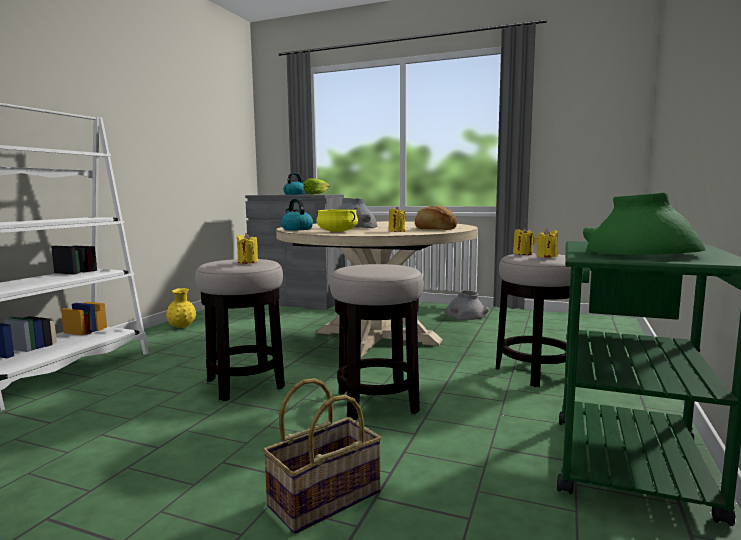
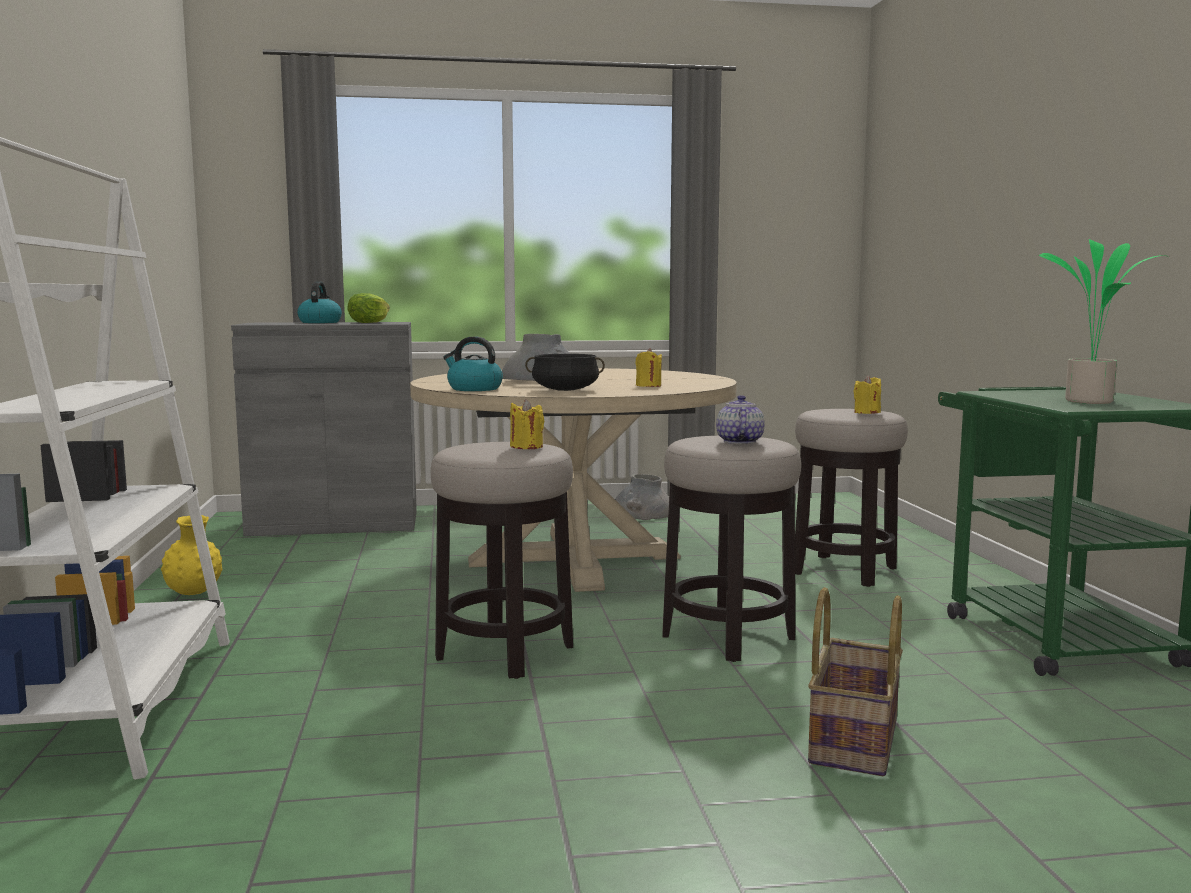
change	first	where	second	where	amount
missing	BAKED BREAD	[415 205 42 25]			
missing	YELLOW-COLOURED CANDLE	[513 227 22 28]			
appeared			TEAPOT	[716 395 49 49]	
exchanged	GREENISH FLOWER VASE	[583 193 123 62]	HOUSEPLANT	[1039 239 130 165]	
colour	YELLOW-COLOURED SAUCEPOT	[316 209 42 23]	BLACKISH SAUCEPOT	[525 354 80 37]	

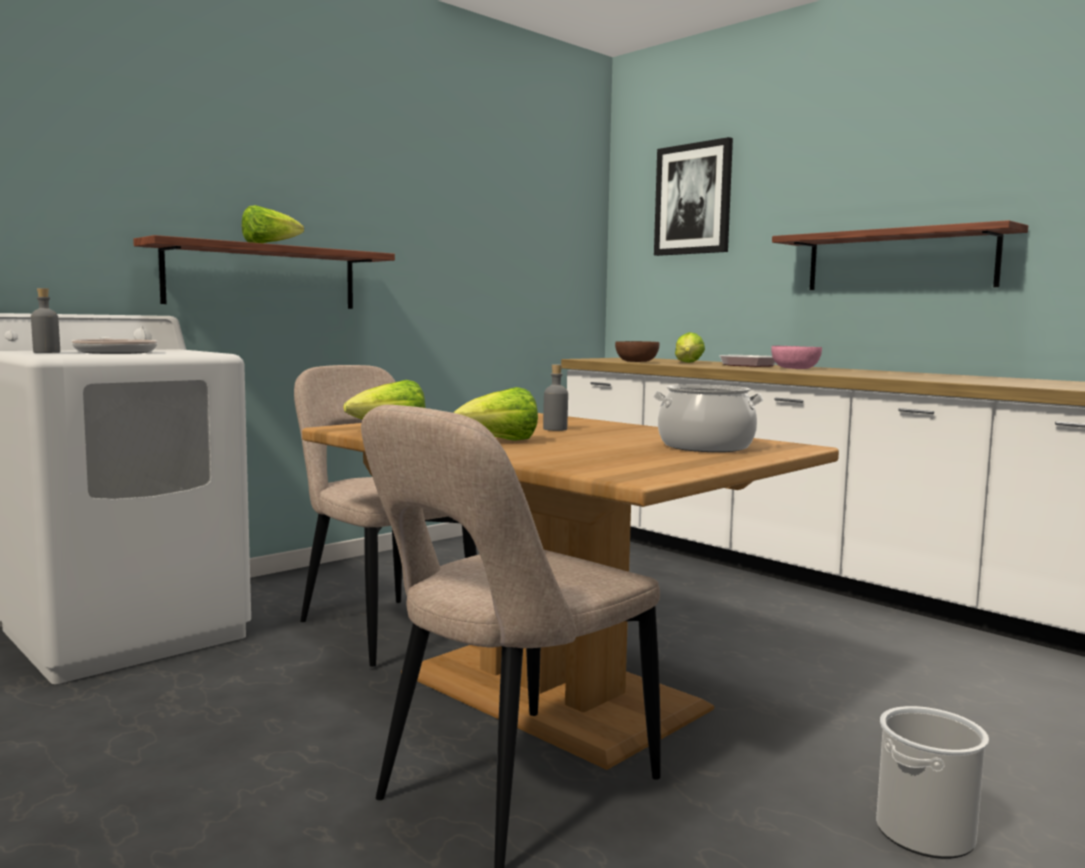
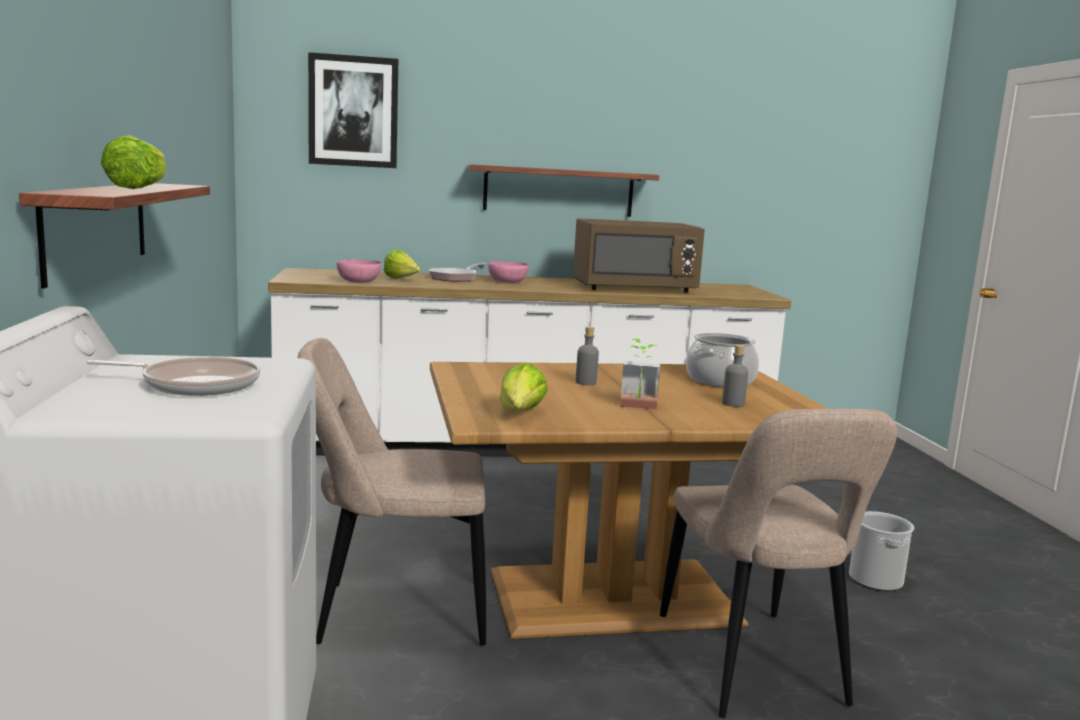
change	first	where	second	where	amount
appeared			BROWN-COLOURED MICROWAVE OVEN	[573 218 132 74]	
relocated	GREY BEVERAGE BOTTLE	[31 288 29 65]		[722 345 26 62]	
exchanged	HEAD OF LETTUCE	[453 387 85 54]	HOUSEPLANT	[620 339 40 71]	
colour	BROWN-COLOURED BOWL	[615 341 44 21]	PINKISH BOWL	[337 259 44 24]	

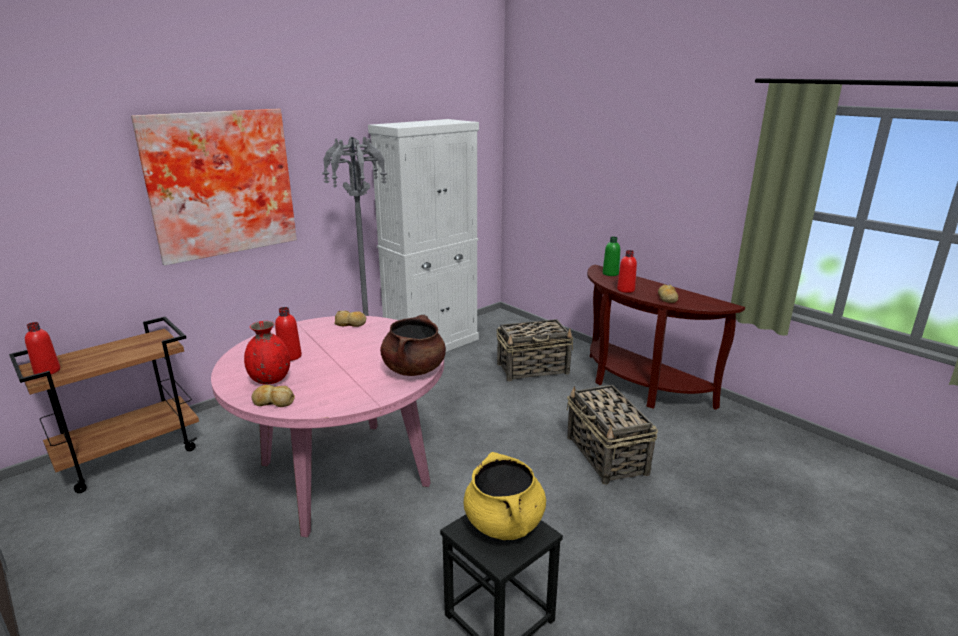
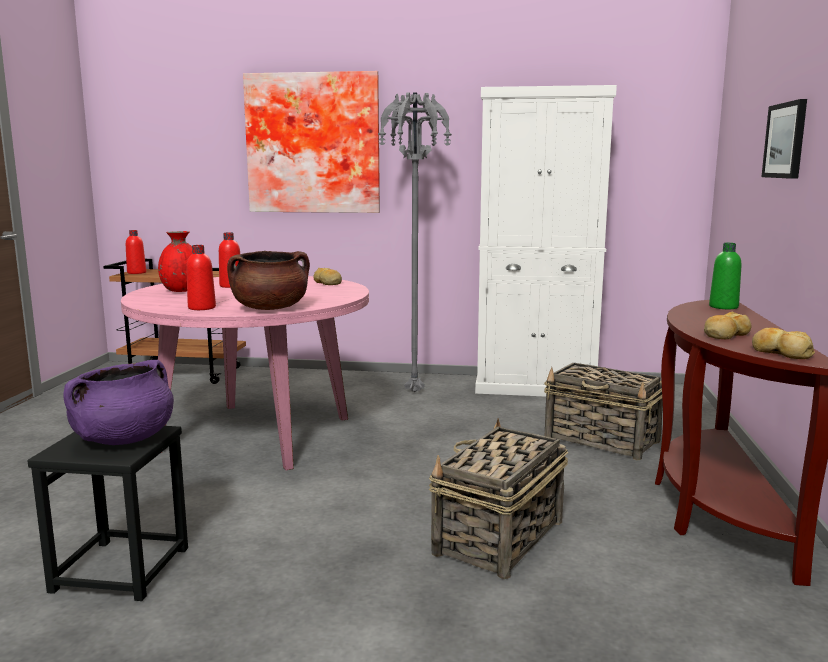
change	first	where	second	where	amount
appeared			PICTURE	[761 99 46 80]	
relocated	BAKED BREAD	[252 385 43 22]		[752 328 63 31]	
relocated	RED BEVERAGE BOTTLE	[617 250 20 43]		[186 245 30 65]	
colour	YELLOW-COLOURED SAUCEPOT	[463 452 83 88]	PURPLE-COLOURED SAUCEPOT	[63 360 111 85]	

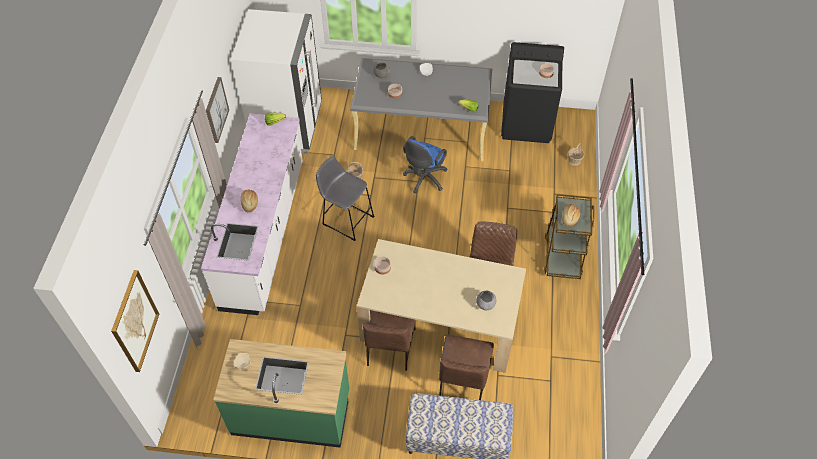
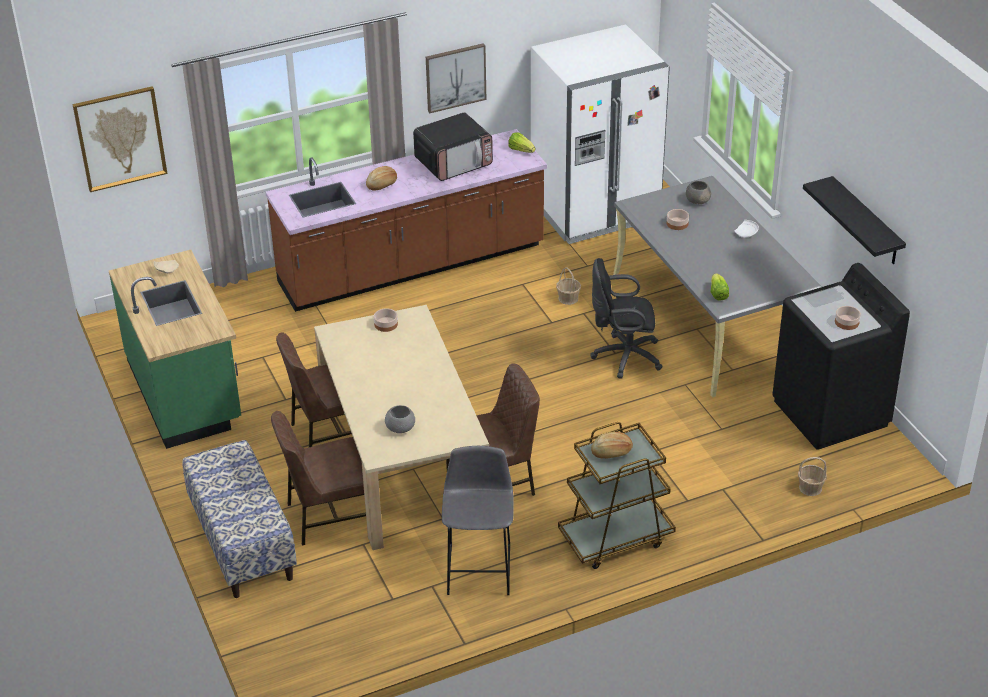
change	first	where	second	where	amount
appeared			MICROWAVE OVEN	[413 113 80 68]	
appeared			BLACKISH BRACKET SHELF	[803 176 103 88]	
relocated	GREY SITTING STOOL	[316 156 59 85]		[442 446 72 149]	
colour	WHITE-COLOURED COUNTER	[201 114 102 201]	BROWN-COLOURED COUNTER	[266 129 281 183]	
colour	BLUISH OFFICE CHAIR	[403 136 45 58]	BLACKISH OFFICE CHAIR	[590 258 73 121]	

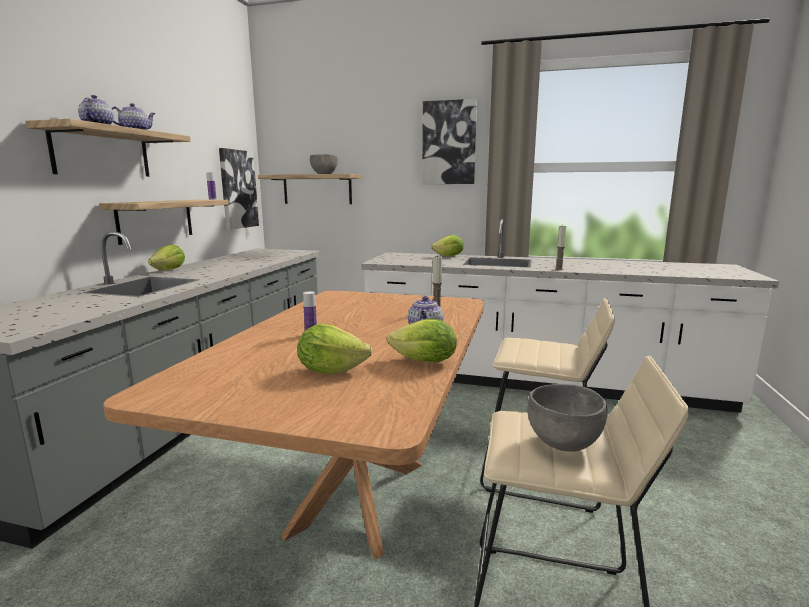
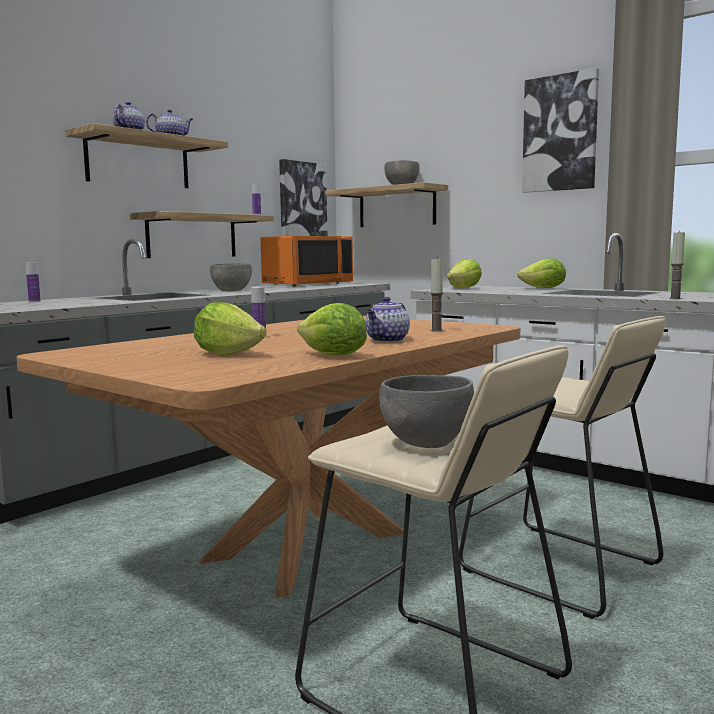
change	first	where	second	where	amount
appeared			BEVERAGE BOTTLE	[26 262 15 40]	
appeared			GREY BOWL	[210 263 42 28]	
appeared			ORANGE MICROWAVE OVEN	[260 236 93 50]	
relocated	HEAD OF LETTUCE	[148 245 37 25]		[447 259 35 29]	

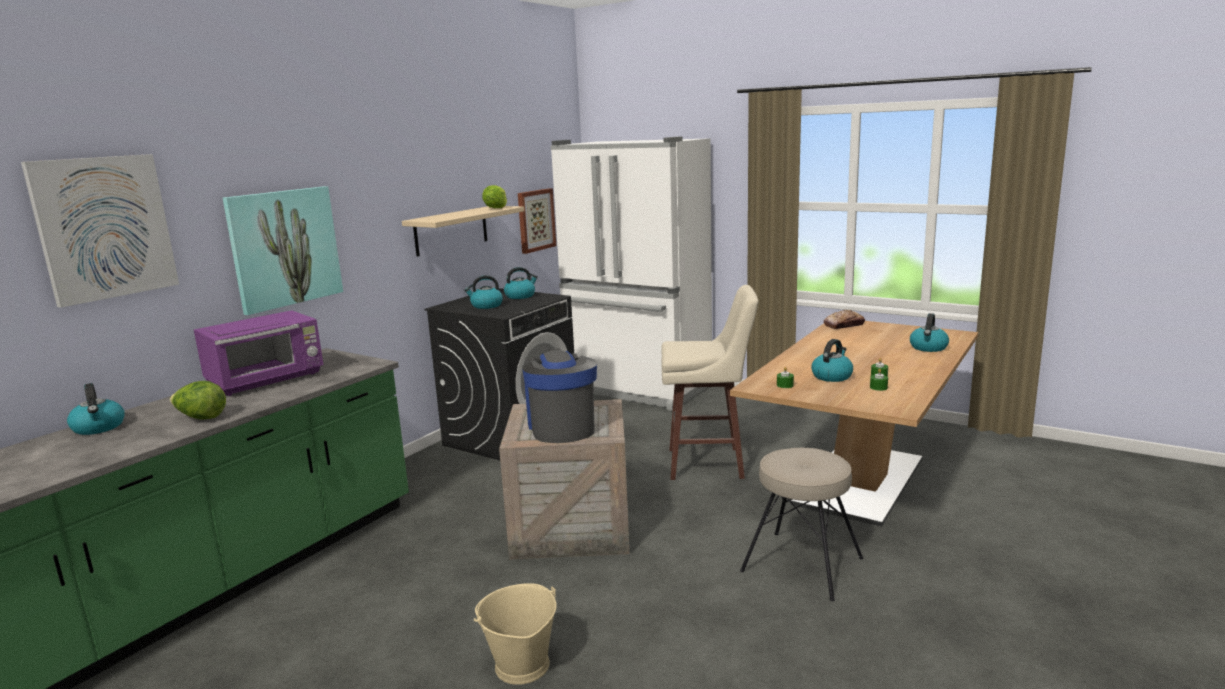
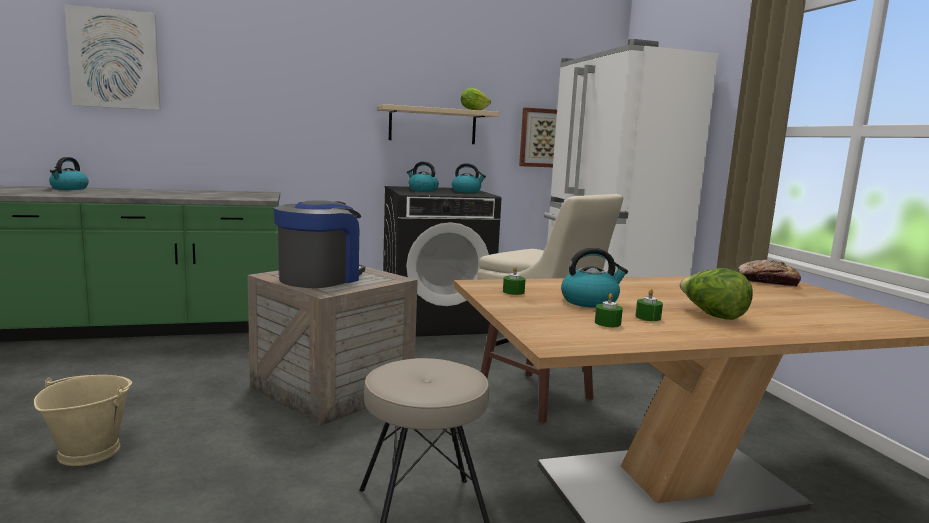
change	first	where	second	where	amount
missing	PURPLE-COLOURED MICROWAVE OVEN	[194 310 129 86]			
missing	PICTURE	[223 186 120 129]			
missing	WATER KETTLE	[910 313 39 39]			
relocated	HEAD OF LETTUCE	[170 381 56 39]		[679 268 74 52]	

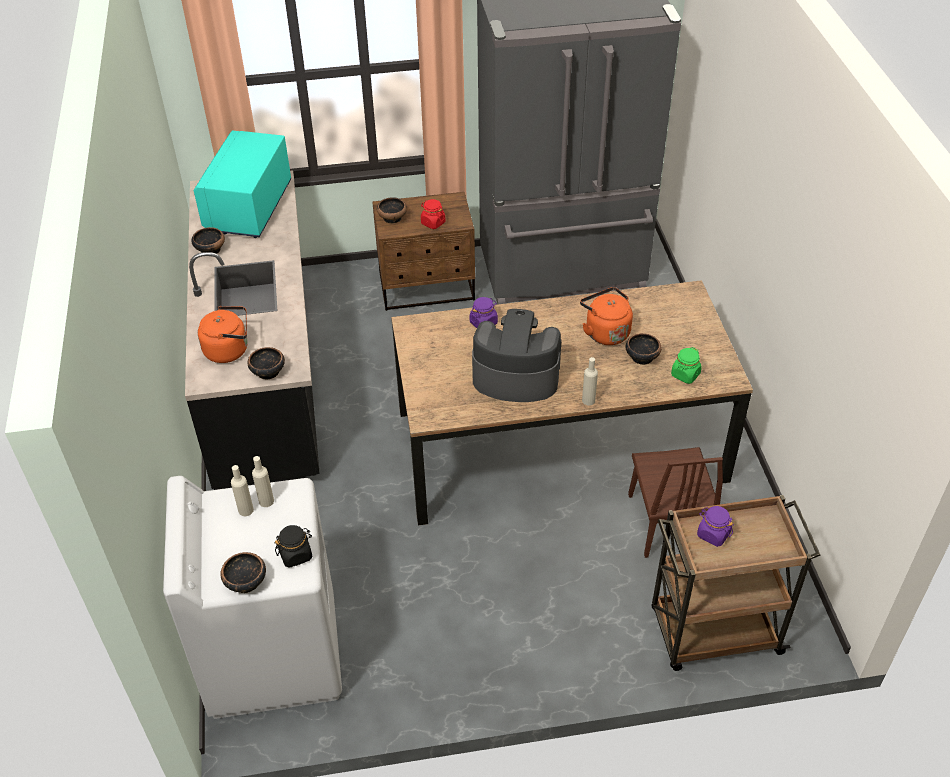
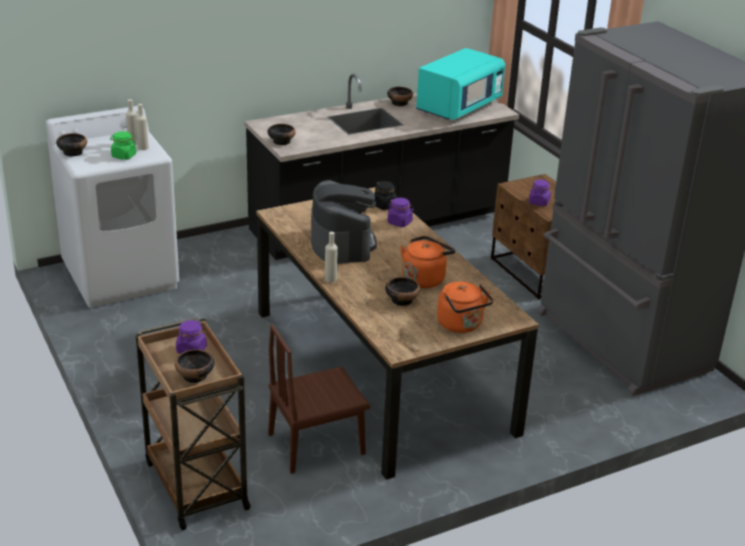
change	first	where	second	where	amount
relocated	ORANGE WATER KETTLE	[198 306 50 57]		[437 282 56 51]	
relocated	BLACKISH JAR	[275 525 37 43]		[374 181 23 29]	
relocated	BOWL	[377 197 30 27]		[175 349 39 34]	
relocated	GREENISH JAR	[671 347 31 37]		[110 131 26 29]	
colour	RED JAR	[421 199 25 30]	PURPLE-COLOURED JAR	[529 180 22 26]	
spun	TURQUOISE MICROWAVE OVEN	[194 130 97 108]		[416 48 89 72]	135 degrees clockwise

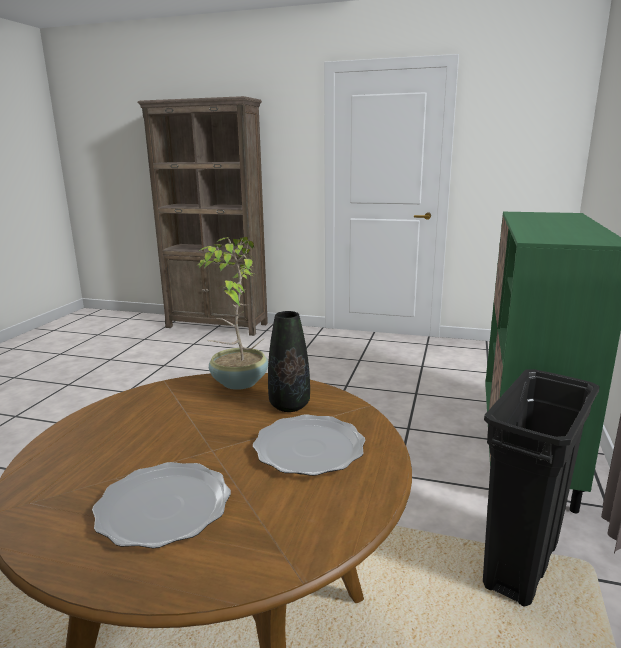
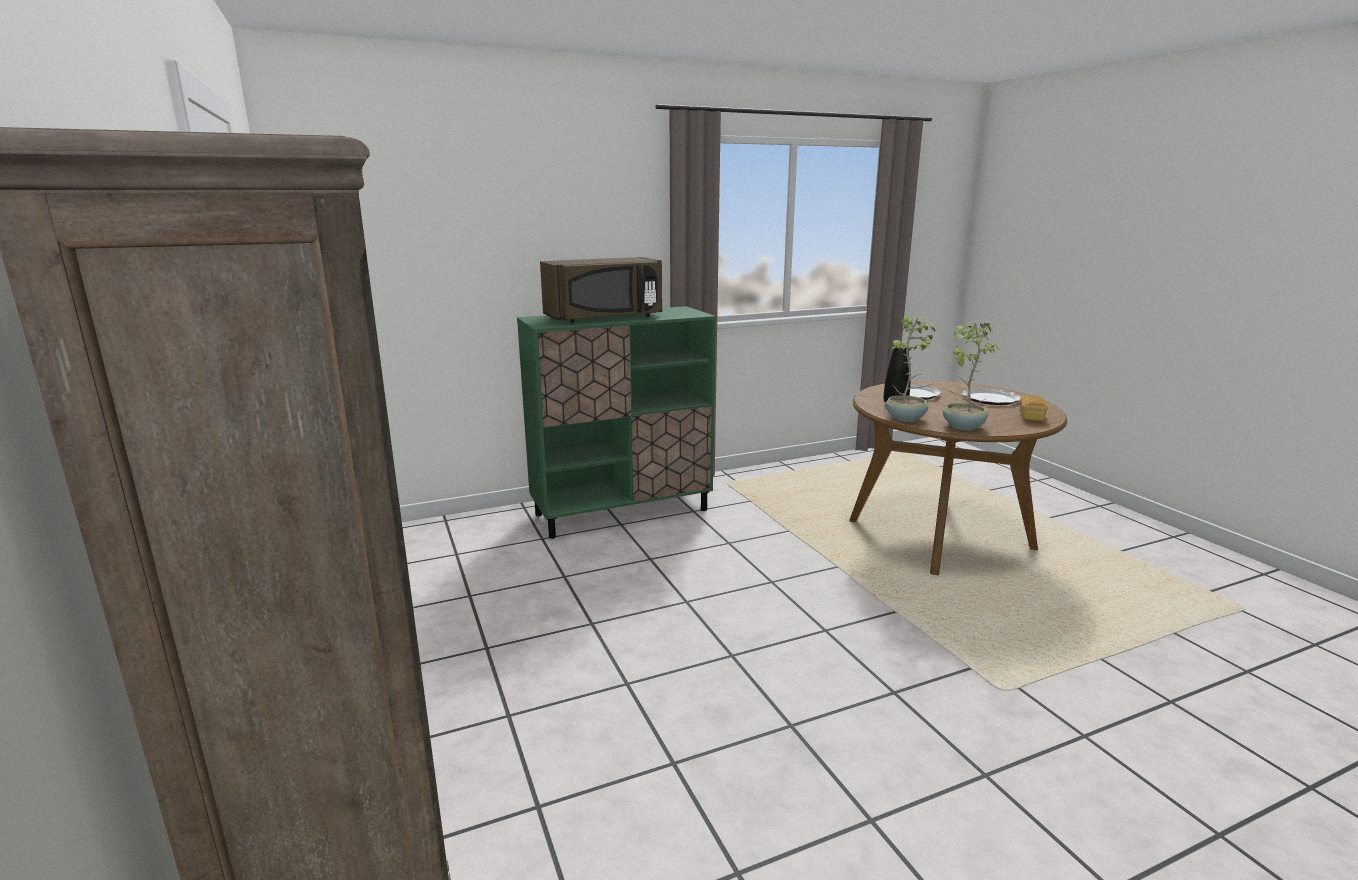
change	first	where	second	where	amount
missing	BLACKISH RUBBISH BIN	[483 369 117 238]			
appeared			BROWN-COLOURED MICROWAVE OVEN	[540 257 122 66]	
appeared			HOUSEPLANT	[943 322 56 108]	
appeared			BAKED BREAD	[1020 395 28 26]	

